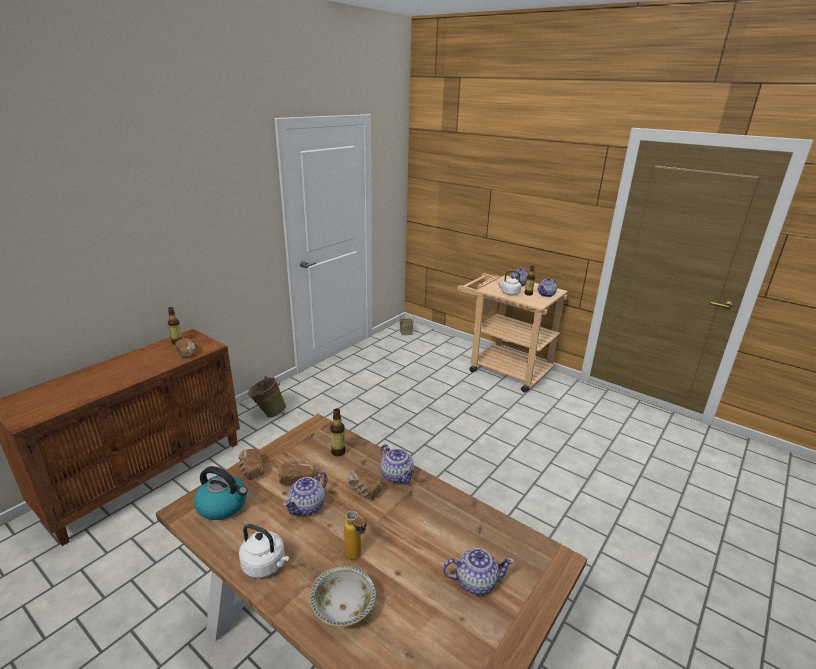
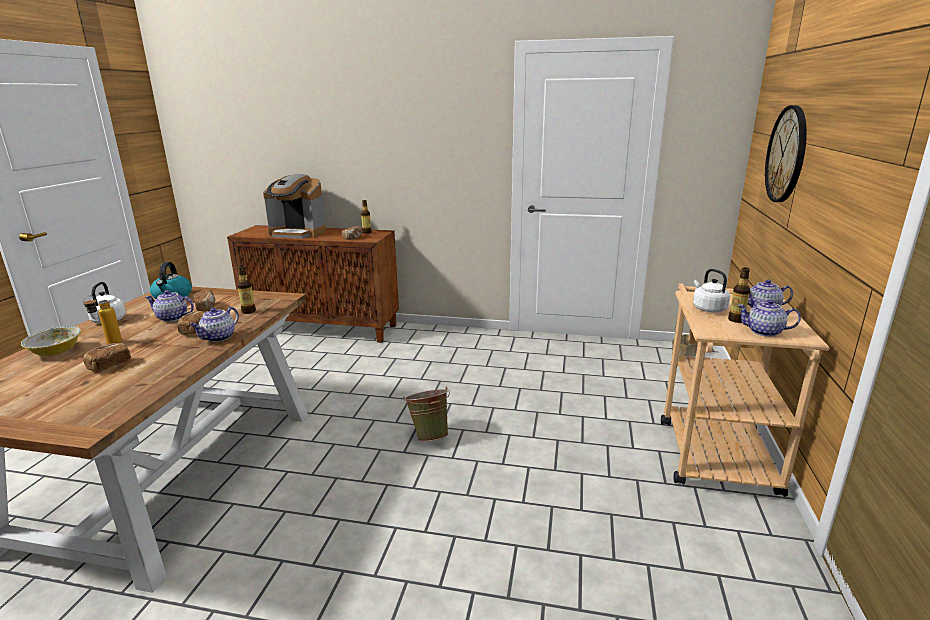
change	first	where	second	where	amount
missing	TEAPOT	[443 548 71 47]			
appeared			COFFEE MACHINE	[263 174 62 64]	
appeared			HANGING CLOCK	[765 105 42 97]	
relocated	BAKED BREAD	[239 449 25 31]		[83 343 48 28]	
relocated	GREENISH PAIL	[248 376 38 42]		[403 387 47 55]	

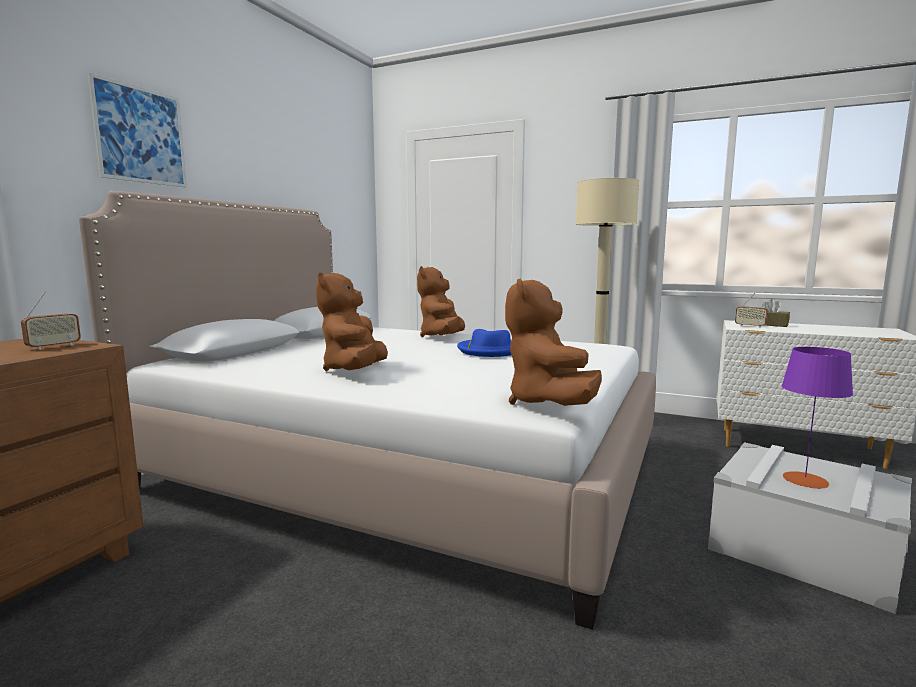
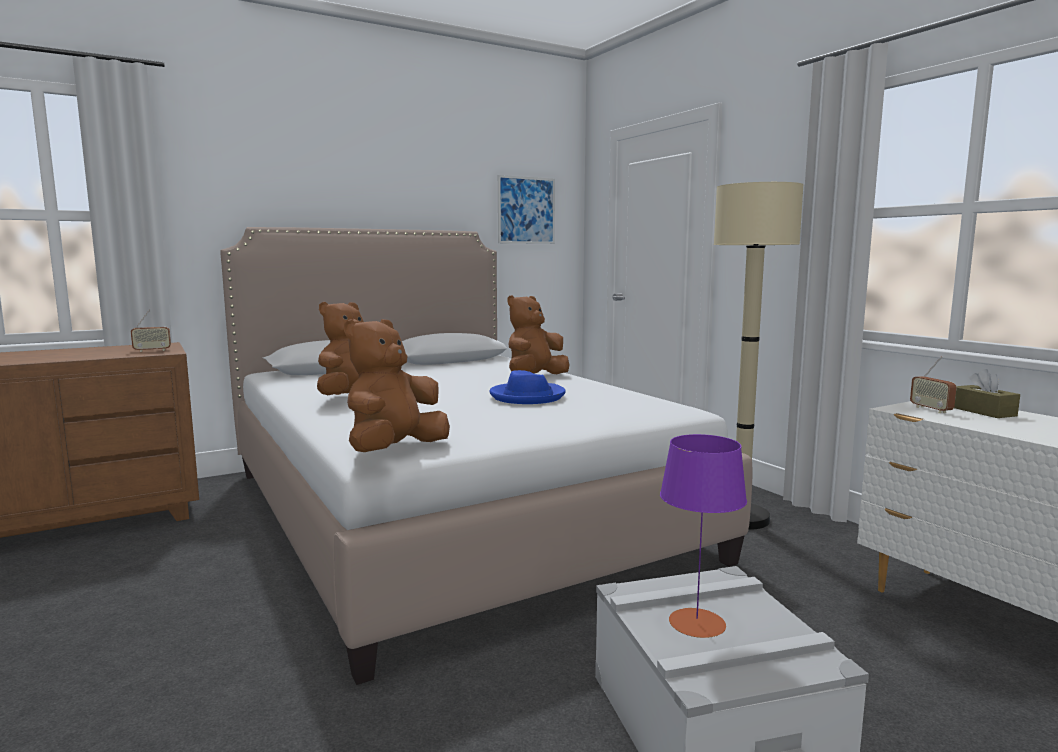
change	first	where	second	where	amount
relocated	PICTURE	[88 73 99 115]		[498 175 57 69]	

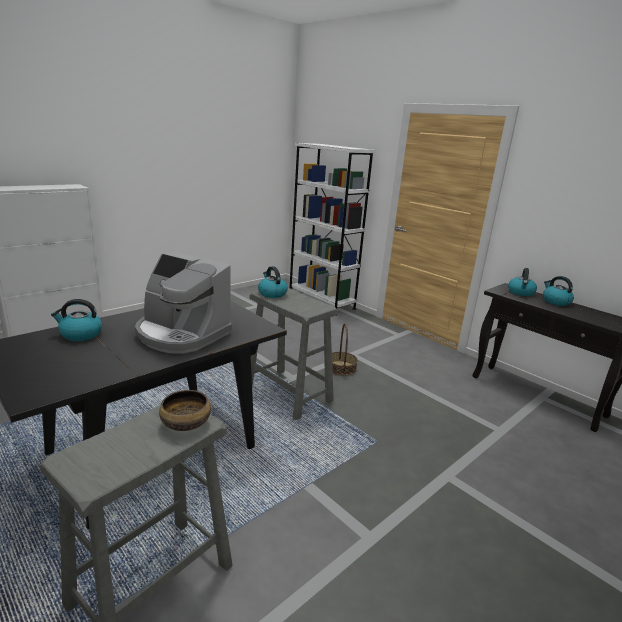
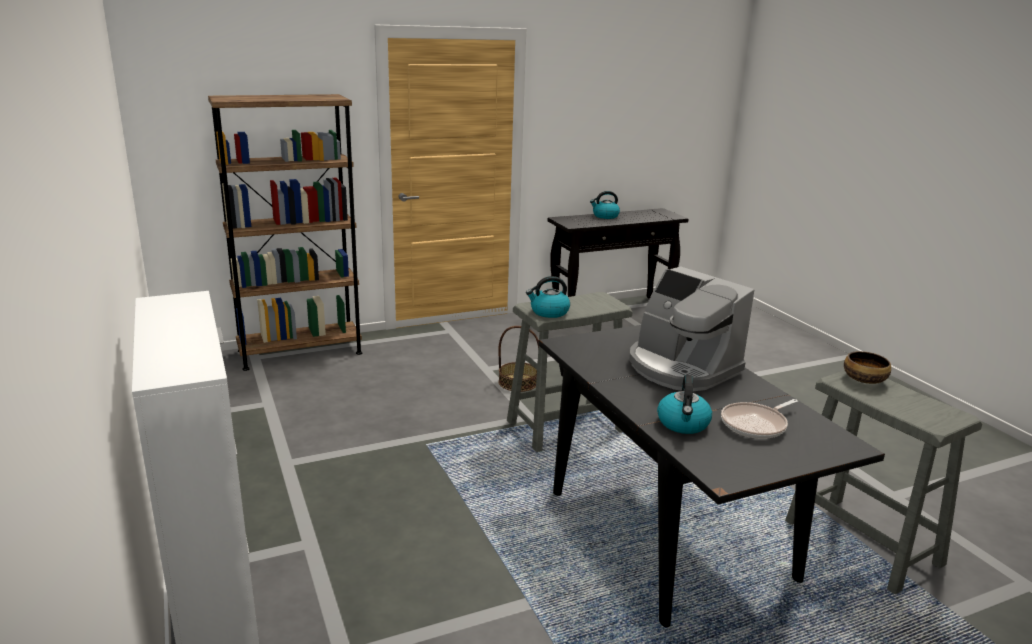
change	first	where	second	where	amount
missing	WATER KETTLE	[508 268 29 28]			
appeared			PAN	[721 399 77 40]	
colour	WHITE-COLOURED BOOKCASE	[290 143 86 173]	BROWN-COLOURED BOOKCASE	[208 94 154 277]	
spun	COFFEE MACHINE	[135 252 97 102]		[629 266 125 125]	90 degrees clockwise

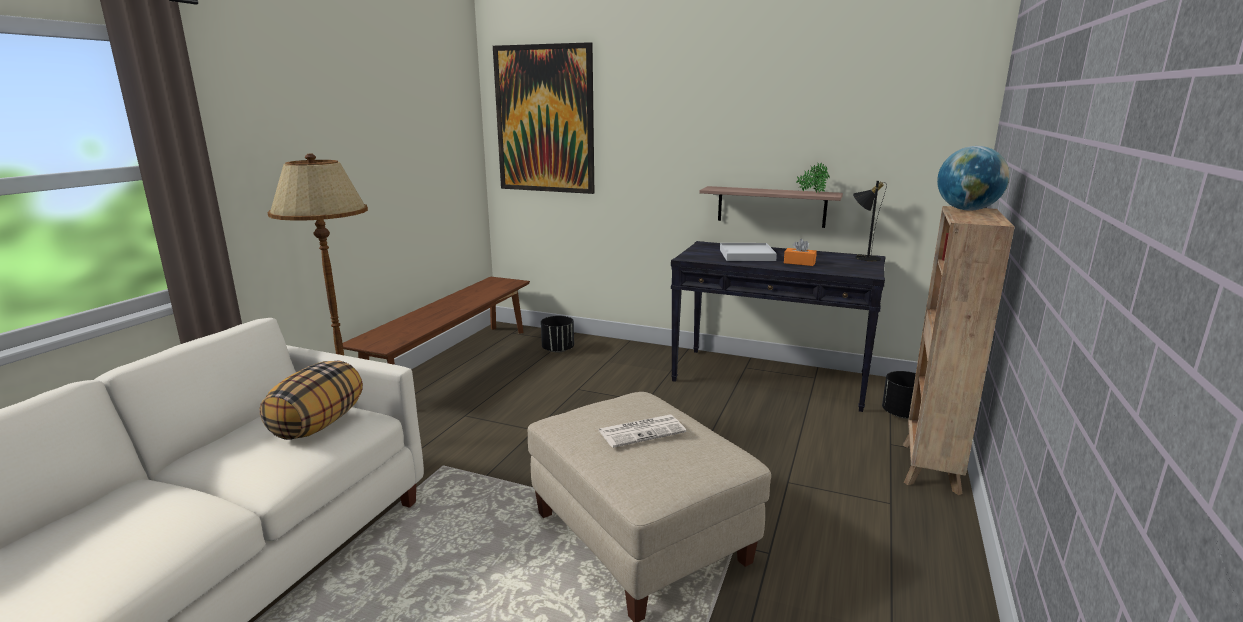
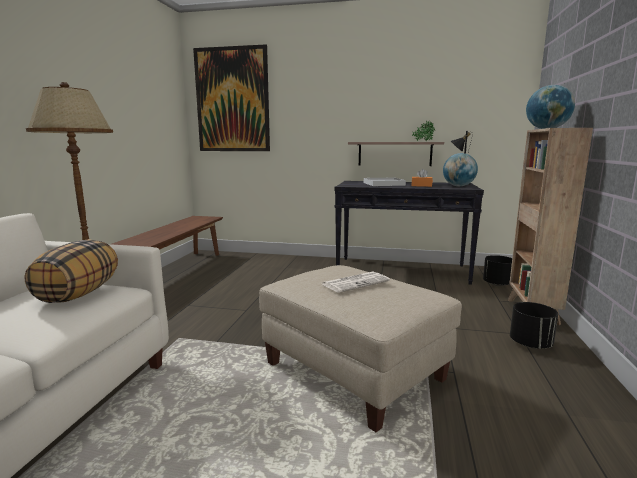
change	first	where	second	where	amount
appeared			WORLD GLOBE	[443 153 35 33]	
relocated	BLACKISH PLANTER	[541 316 33 37]		[510 302 48 47]	

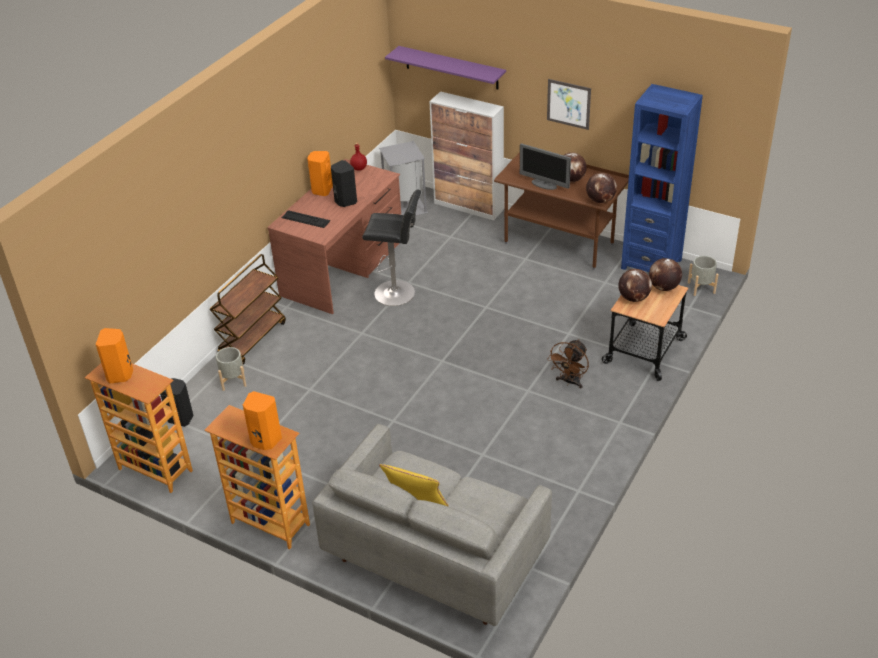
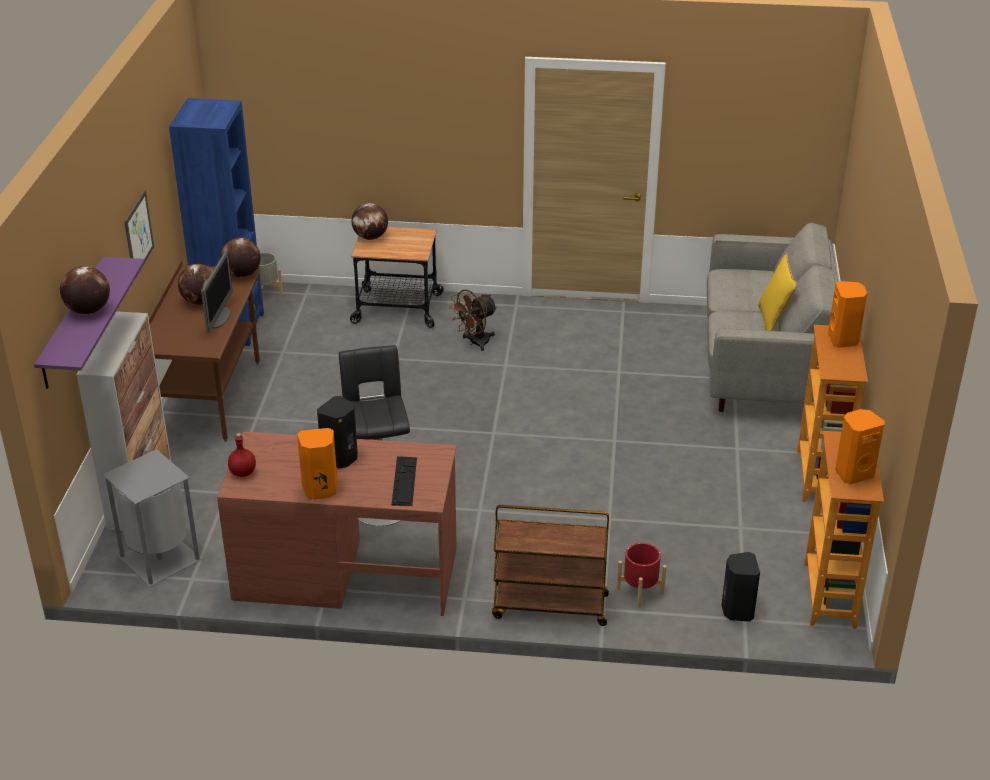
change	first	where	second	where	amount
relocated	WORLD GLOBE	[618 269 34 33]		[60 266 50 48]	
colour	GREY PLANTER	[216 347 31 44]	RED PLANTER	[617 543 49 65]	
spun	BROWN-COLOURED COOLING FAN	[547 339 42 49]		[449 290 48 61]	135 degrees clockwise

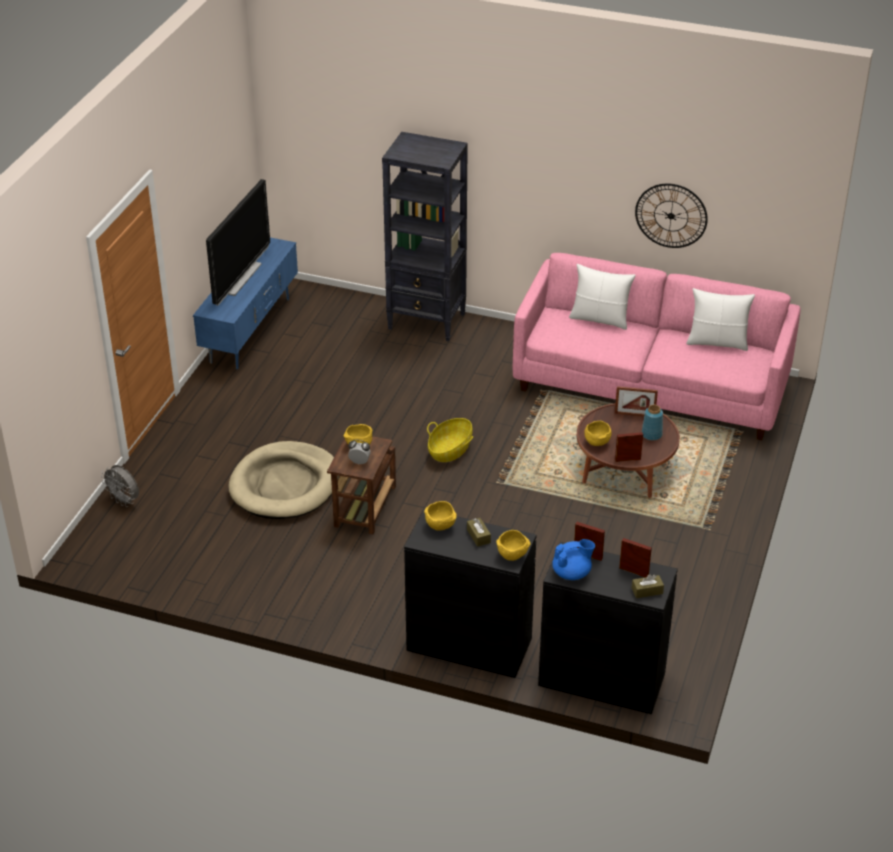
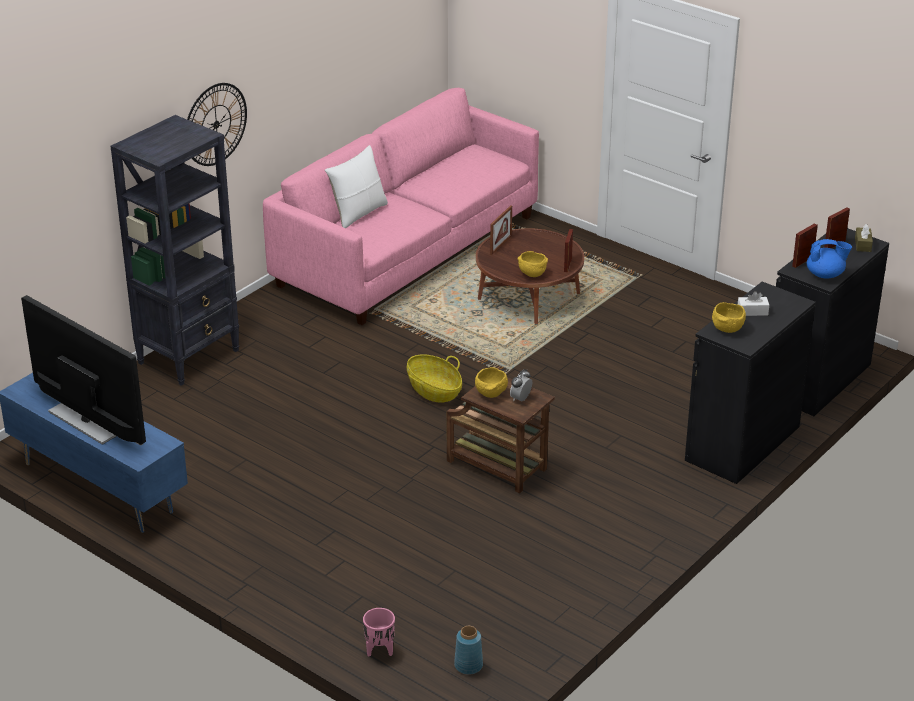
change	first	where	second	where	amount
missing	SAND-COLOURED PET BED	[228 441 111 78]			
missing	YELLOW-COLOURED BOWL	[496 530 34 31]			
missing	WHITE-COLOURED CUSHION	[686 288 69 63]			
relocated	HANGING CLOCK	[635 183 73 65]		[187 83 60 83]	
relocated	BLUISH FLOWER VASE	[642 405 21 36]		[454 626 29 49]	
exchanged	GREY COOLING FAN	[101 465 38 42]	PINKISH PLANTER	[363 608 32 49]	
colour	BROWN-COLOURED BOX OF TISSUES	[467 518 24 29]	WHITE-COLOURED BOX OF TISSUES	[738 291 31 25]	
spun	BLUISH TEAPOT	[552 539 43 41]		[807 239 45 39]	90 degrees clockwise

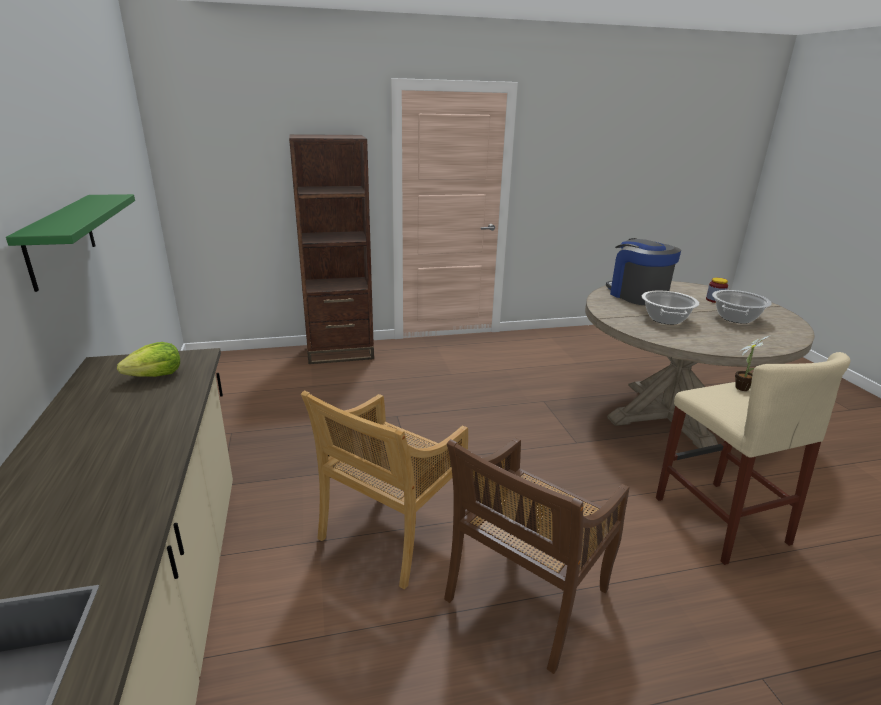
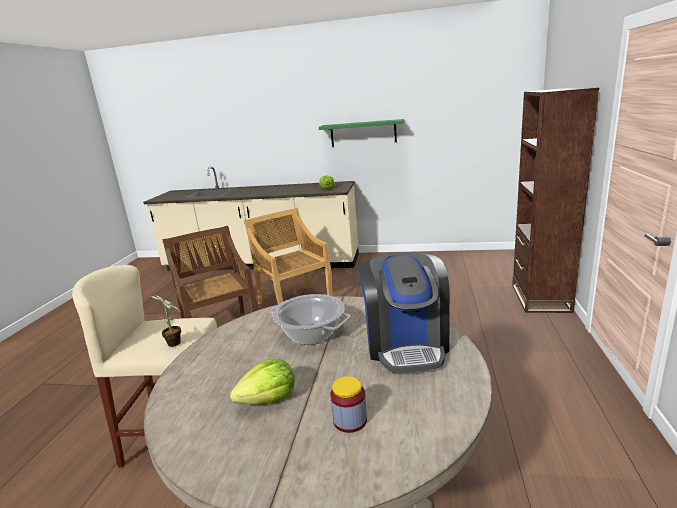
change	first	where	second	where	amount
exchanged	SAUCEPOT	[712 290 60 34]	HEAD OF LETTUCE	[230 359 65 46]	
spun	COFFEE MACHINE	[606 238 75 67]		[358 253 92 119]	90 degrees clockwise

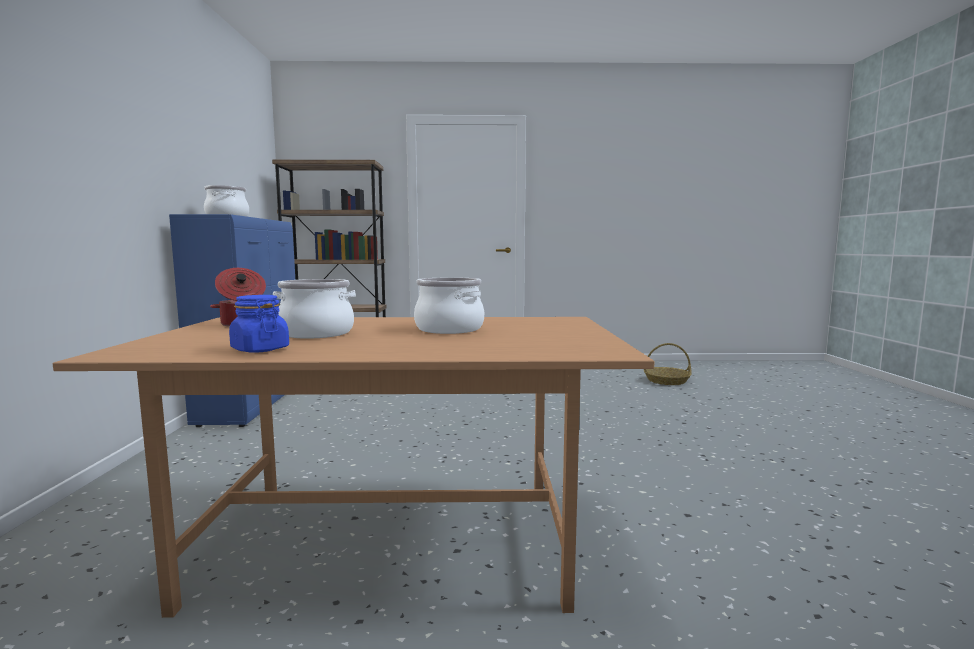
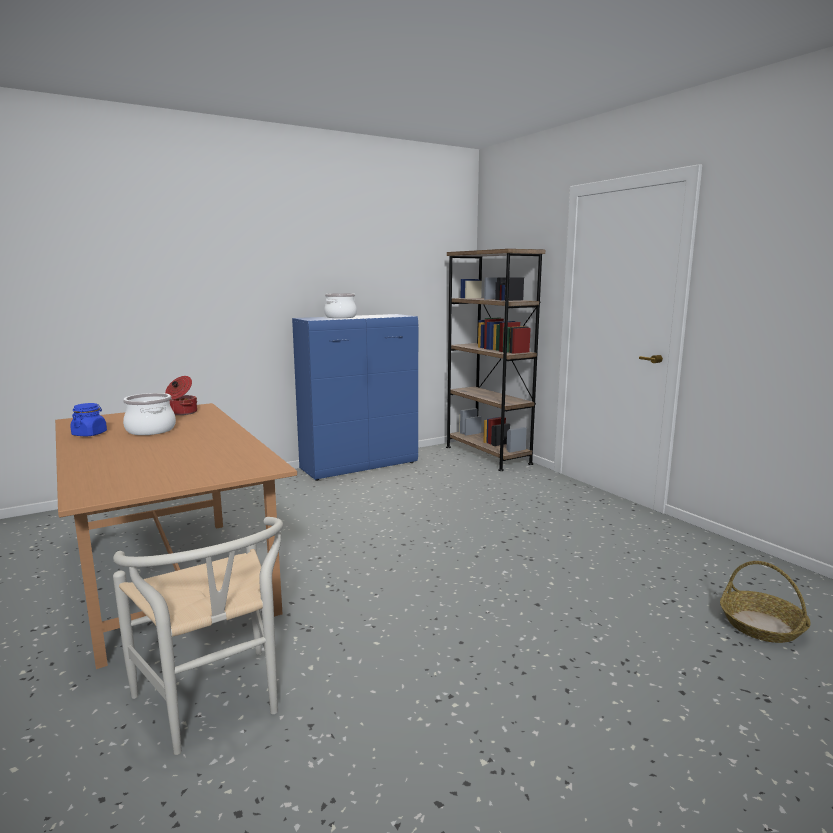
change	first	where	second	where	amount
missing	SAUCEPOT	[414 277 70 57]			
appeared			WHITE-COLOURED CHAIR	[113 517 170 238]	

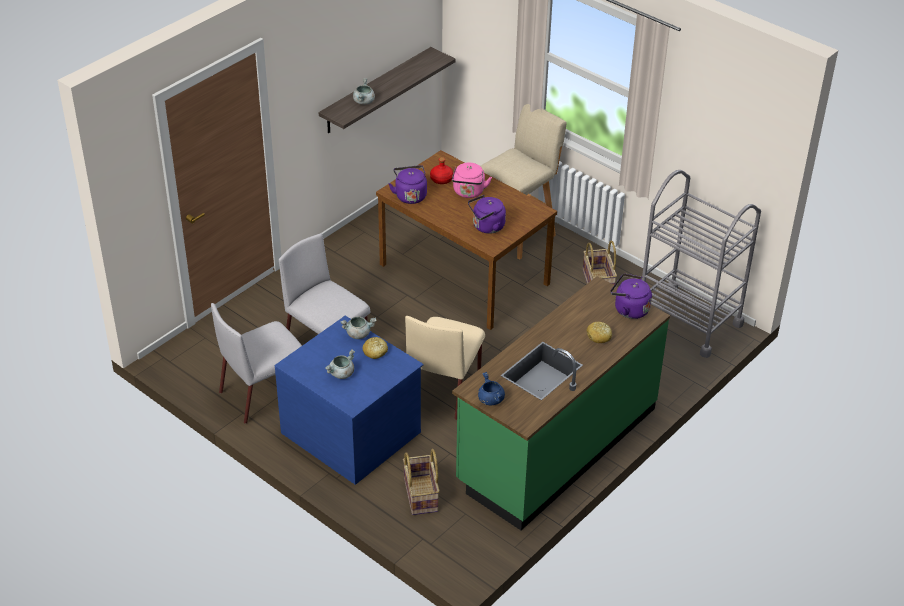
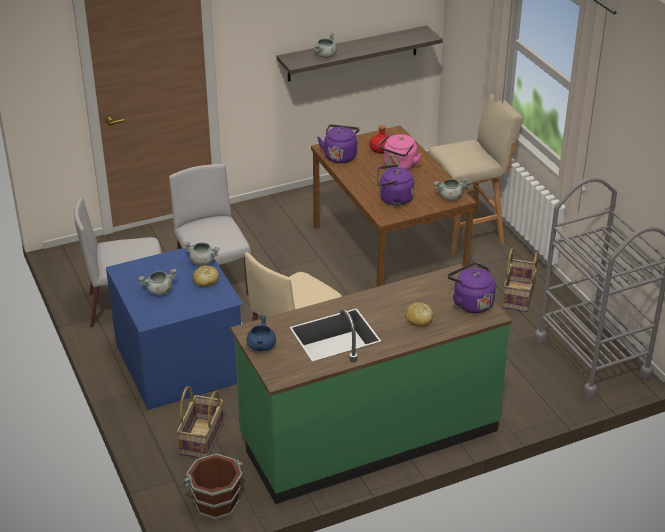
change	first	where	second	where	amount
appeared			BROWN-COLOURED PAIL	[182 454 61 66]	
appeared			GREY SAUCEPOT	[433 178 35 23]	

